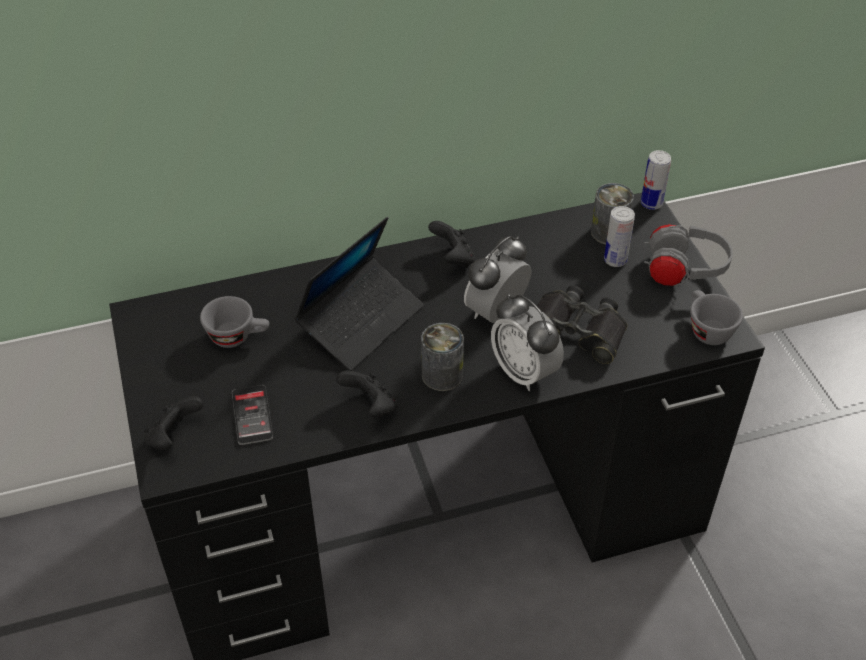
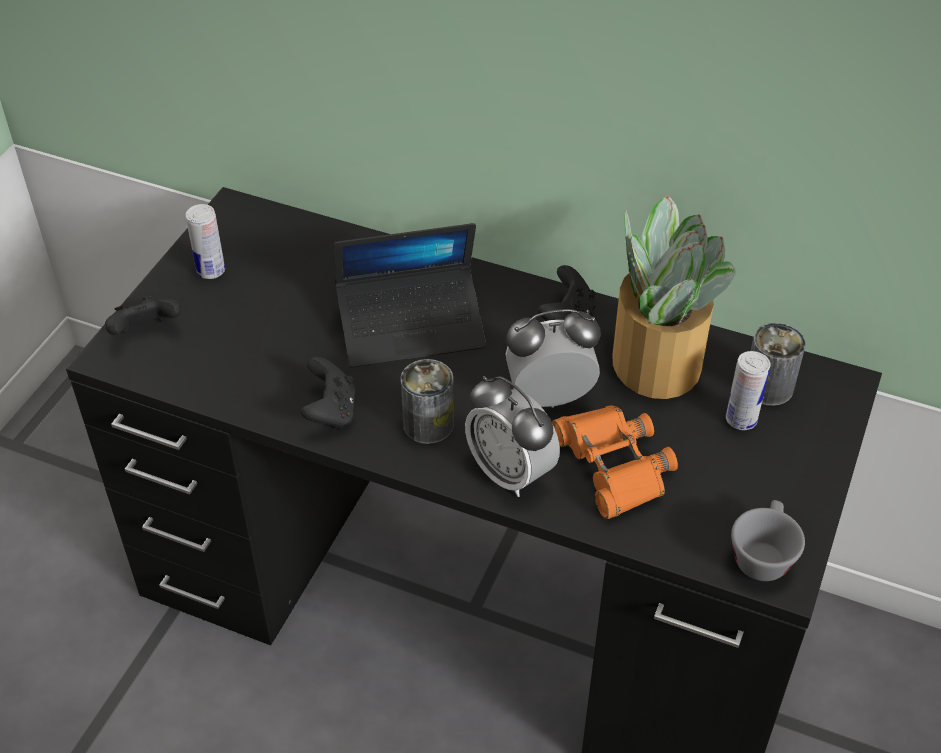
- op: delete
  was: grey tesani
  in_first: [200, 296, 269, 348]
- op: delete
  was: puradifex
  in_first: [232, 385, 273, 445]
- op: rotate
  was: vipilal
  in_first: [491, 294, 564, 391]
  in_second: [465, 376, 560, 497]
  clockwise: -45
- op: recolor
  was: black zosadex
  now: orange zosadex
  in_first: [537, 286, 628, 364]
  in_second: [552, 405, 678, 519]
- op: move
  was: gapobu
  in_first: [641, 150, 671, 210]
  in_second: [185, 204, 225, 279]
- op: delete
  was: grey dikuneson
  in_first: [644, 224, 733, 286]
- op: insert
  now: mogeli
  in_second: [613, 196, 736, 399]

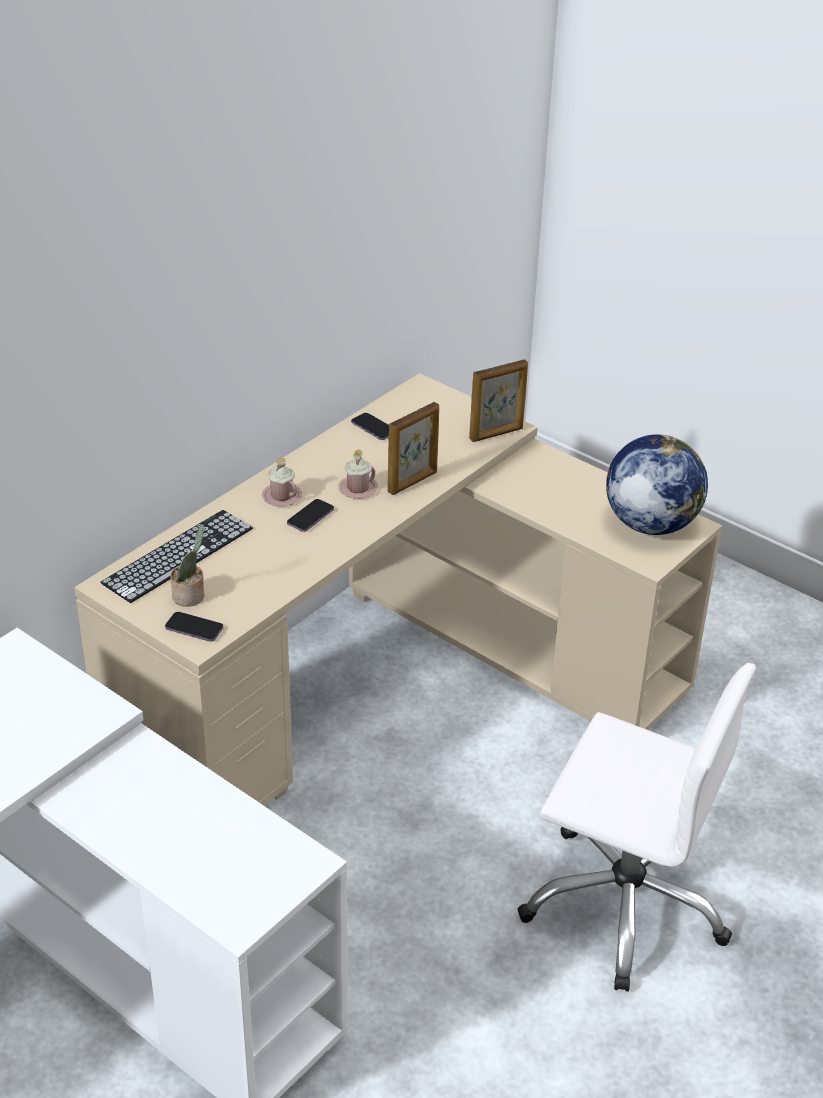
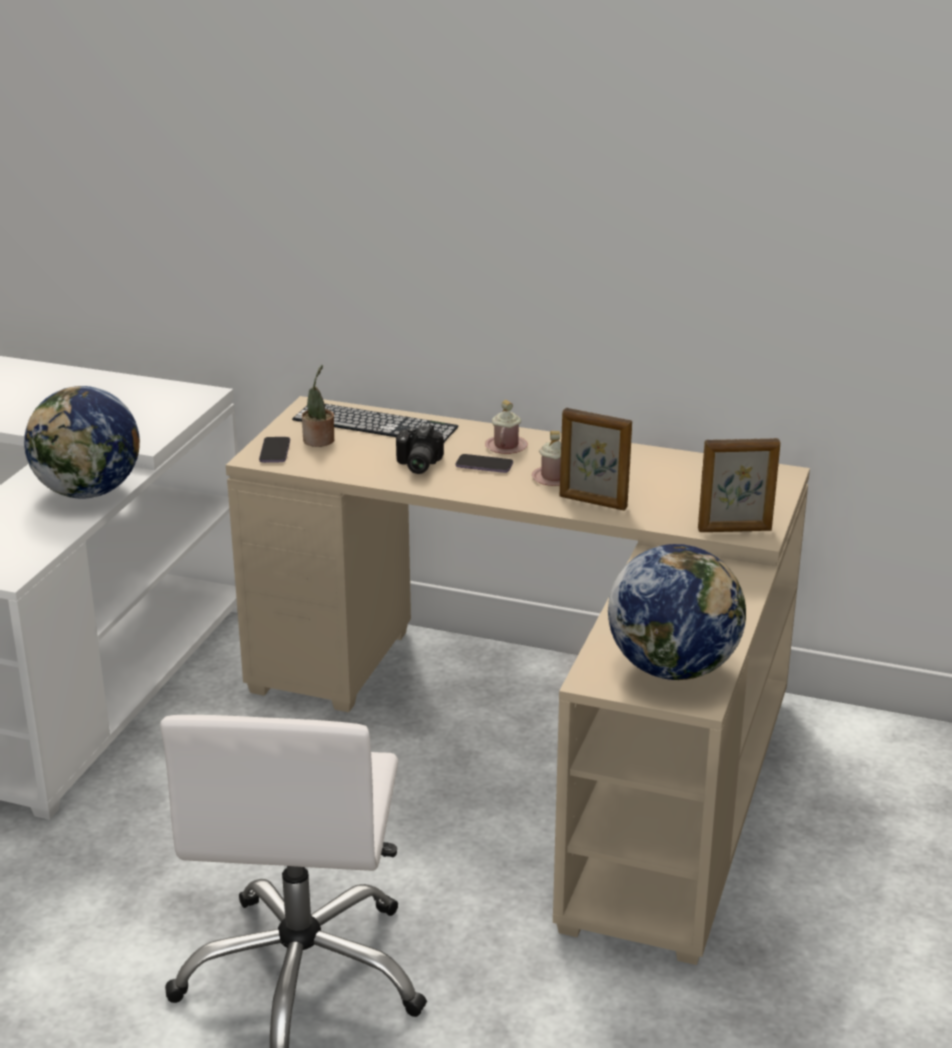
- op: delete
  was: puradifex
  in_first: [351, 413, 389, 440]
- op: rotate
  was: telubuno
  in_first: [469, 359, 528, 442]
  in_second: [698, 438, 780, 532]
  clockwise: -45
- op: insert
  now: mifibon
  in_second: [24, 386, 140, 499]
- op: insert
  now: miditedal
  in_second: [396, 423, 444, 474]

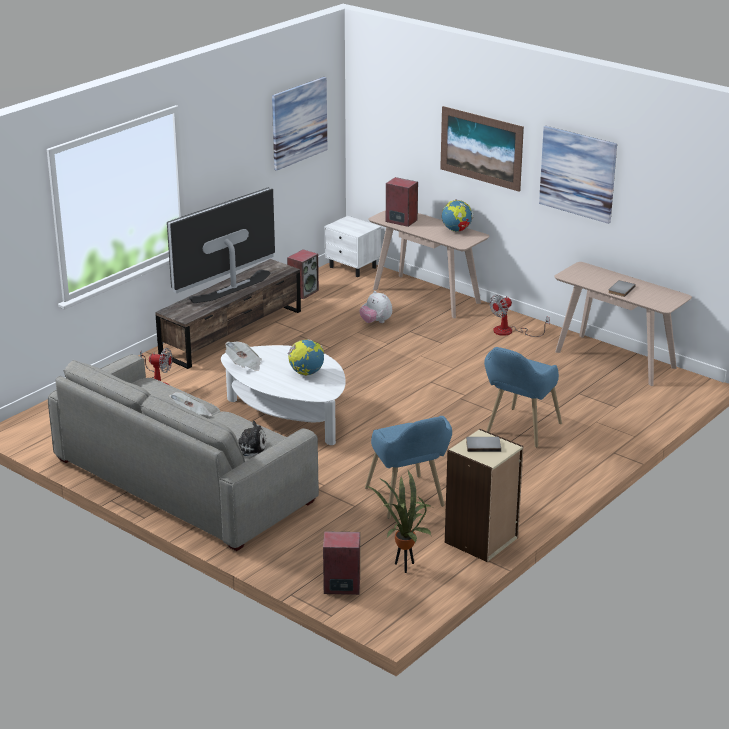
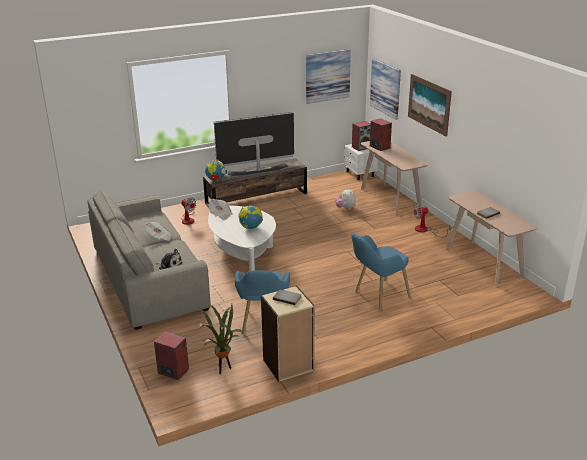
- op: move
  was: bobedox
  in_first: [287, 249, 319, 299]
  in_second: [352, 121, 371, 151]
- op: move
  was: mifibon
  in_first: [442, 199, 474, 232]
  in_second: [205, 159, 227, 181]
- op: move
  was: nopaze
  in_first: [539, 126, 617, 224]
  in_second: [370, 58, 401, 120]

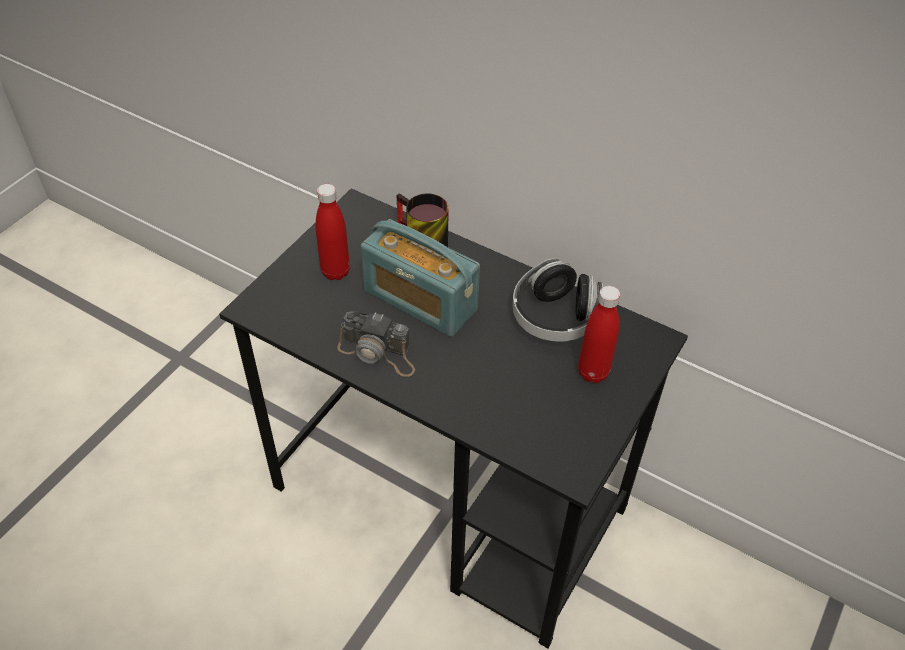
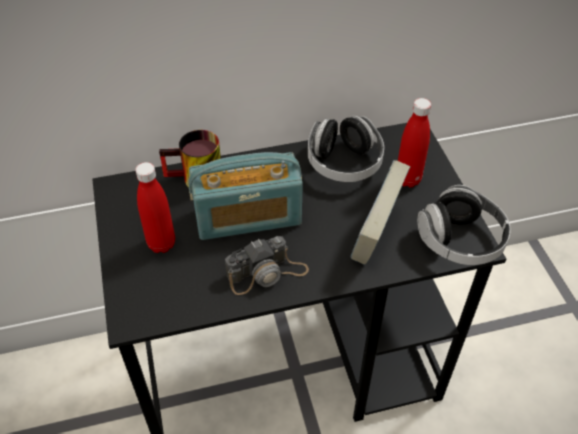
- op: insert
  now: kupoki
  in_second: [350, 160, 410, 265]
- op: insert
  now: dikuneson
  in_second: [417, 185, 510, 265]

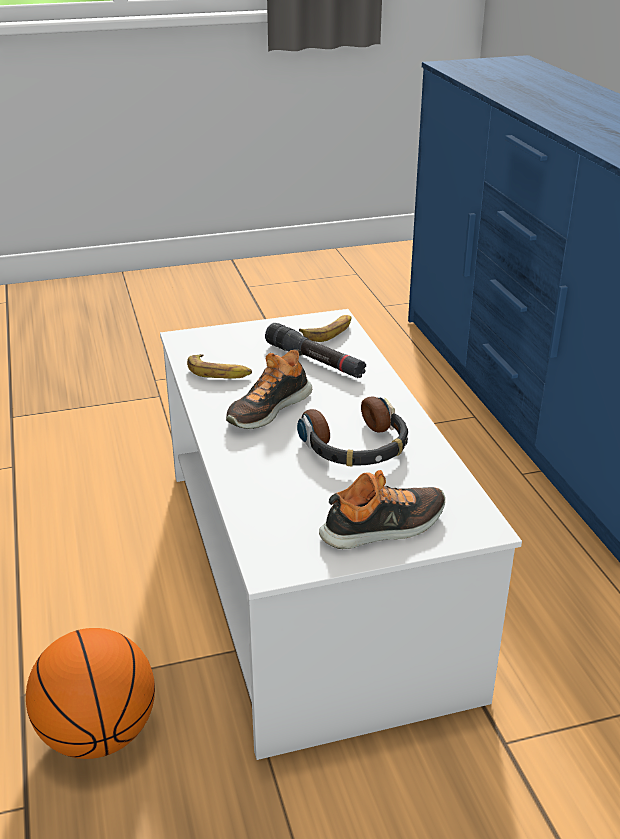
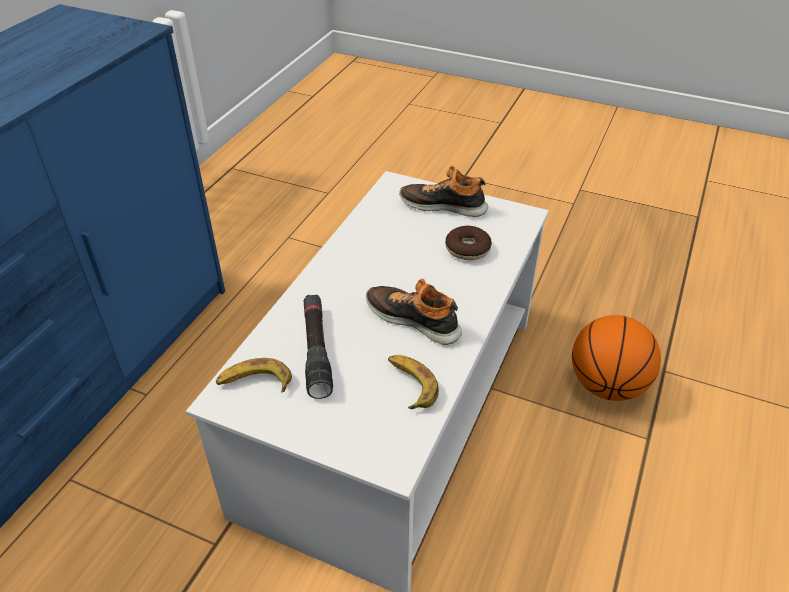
- op: rotate
  was: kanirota
  in_first: [226, 349, 312, 429]
  in_second: [366, 278, 462, 345]
  clockwise: -135
- op: delete
  was: dikuneson
  in_first: [297, 397, 408, 466]
- op: insert
  now: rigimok
  in_second: [445, 226, 492, 260]

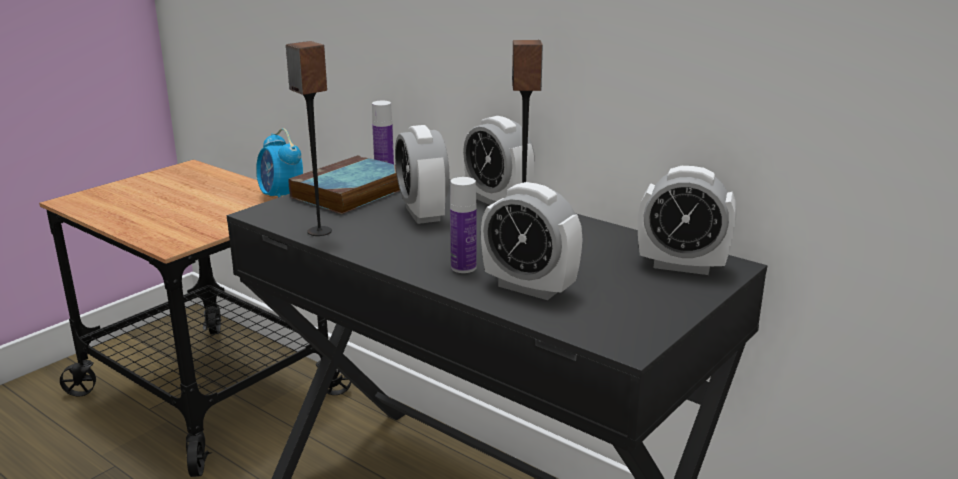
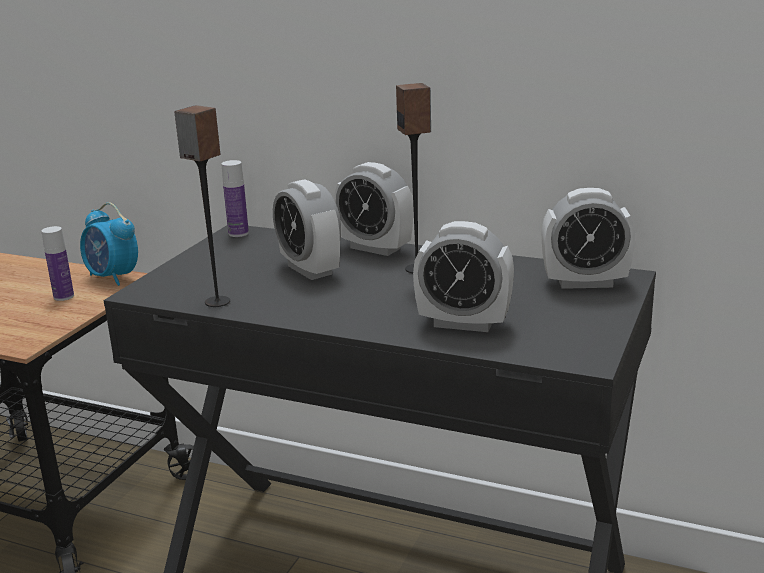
- op: delete
  was: kupoki
  in_first: [288, 155, 400, 214]
- op: move
  was: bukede
  in_first: [450, 177, 477, 273]
  in_second: [41, 226, 74, 301]

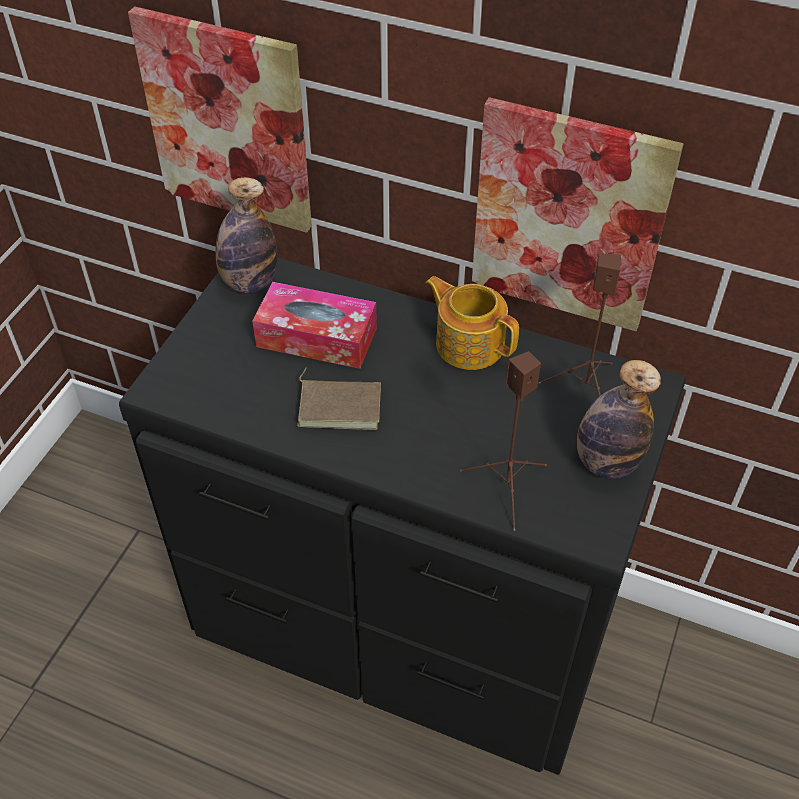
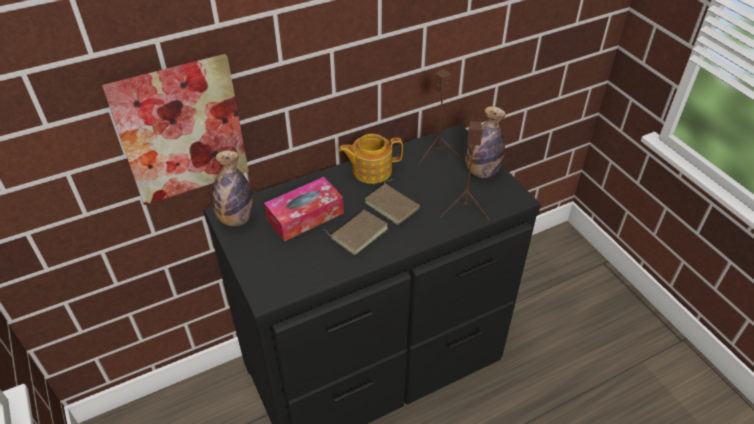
- op: delete
  was: nopaze
  in_first: [472, 97, 683, 331]
- op: insert
  now: brown kupoki
  in_second: [365, 179, 420, 225]

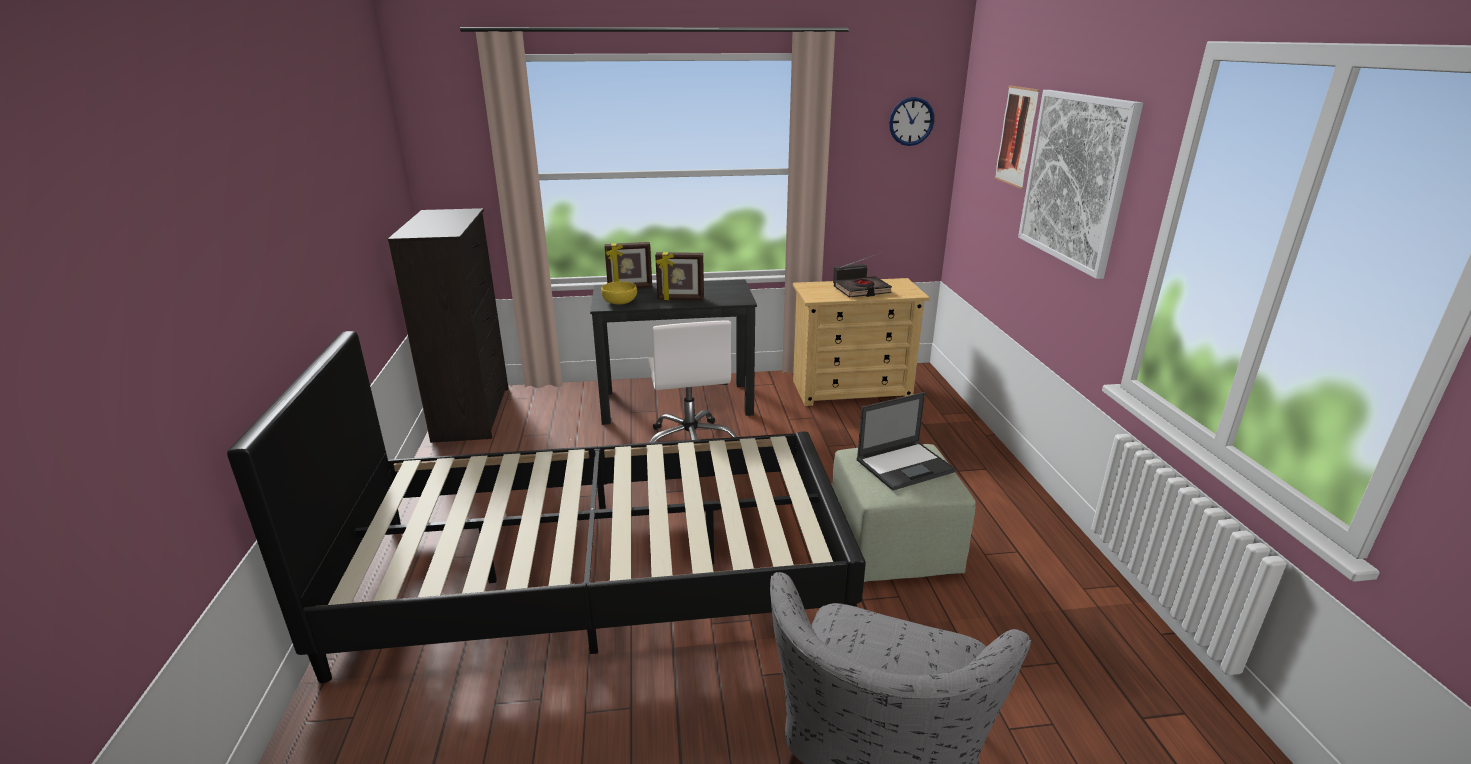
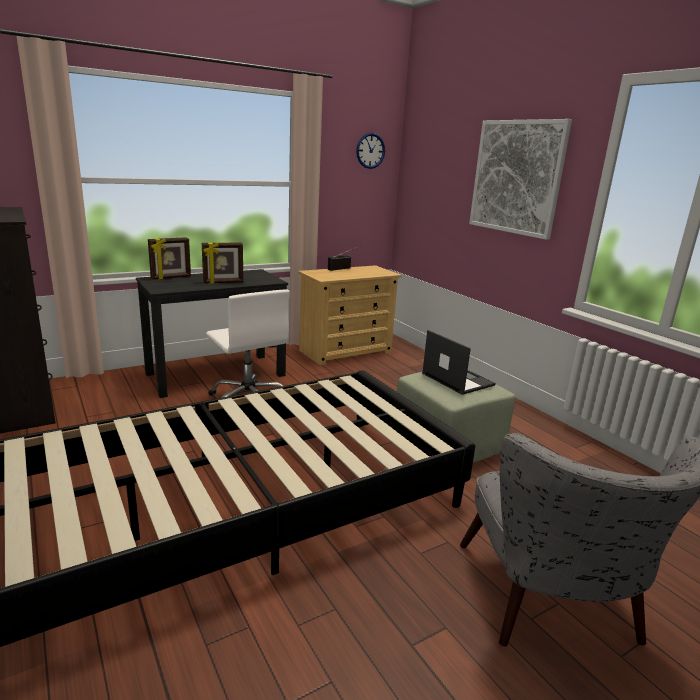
- op: delete
  was: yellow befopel
  in_first: [601, 281, 637, 304]
- op: delete
  was: black kupoki
  in_first: [834, 276, 892, 298]
- op: rotate
  was: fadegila
  in_first: [857, 392, 956, 491]
  in_second: [422, 330, 496, 395]
  clockwise: -75
- op: delete
  was: nopaze
  in_first: [995, 85, 1040, 189]

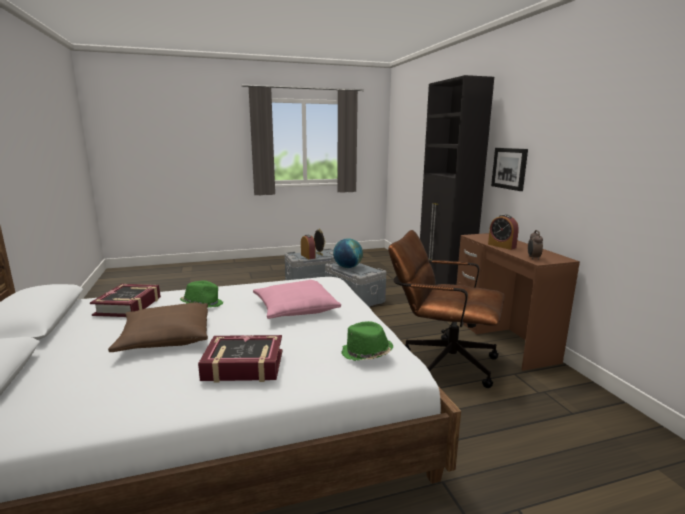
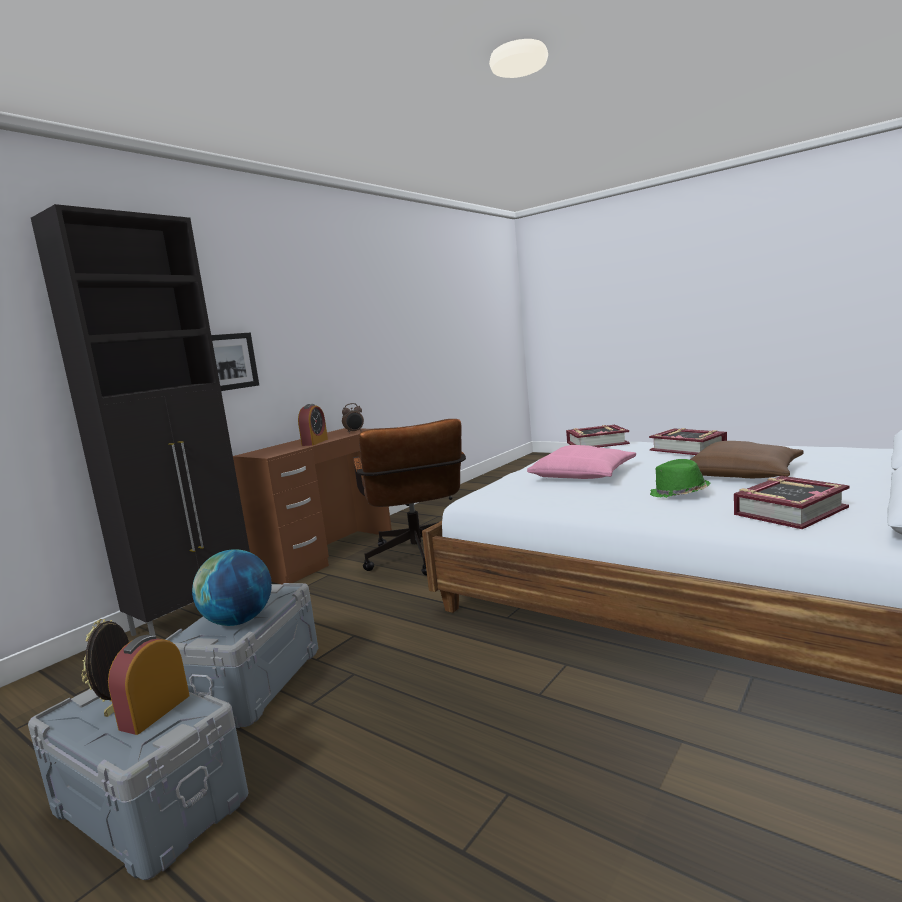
- op: replace
  was: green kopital
  now: kupoki
  in_first: [341, 321, 394, 361]
  in_second: [566, 425, 630, 448]

